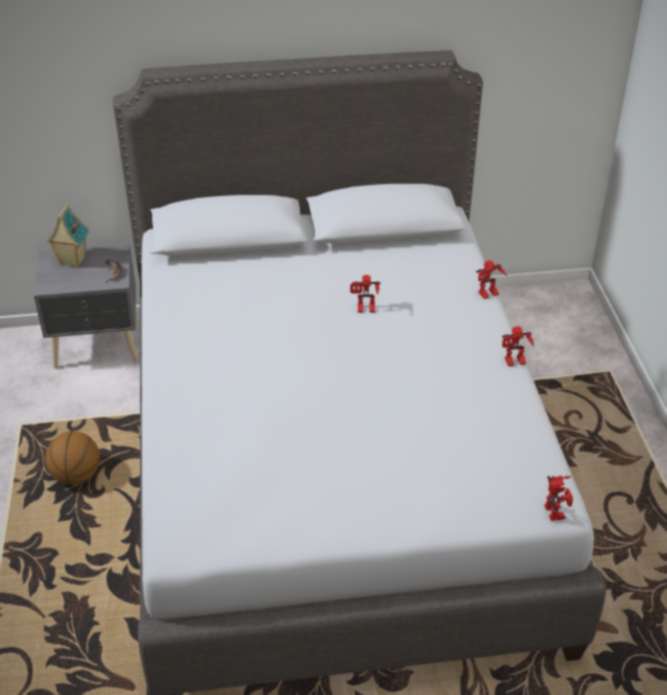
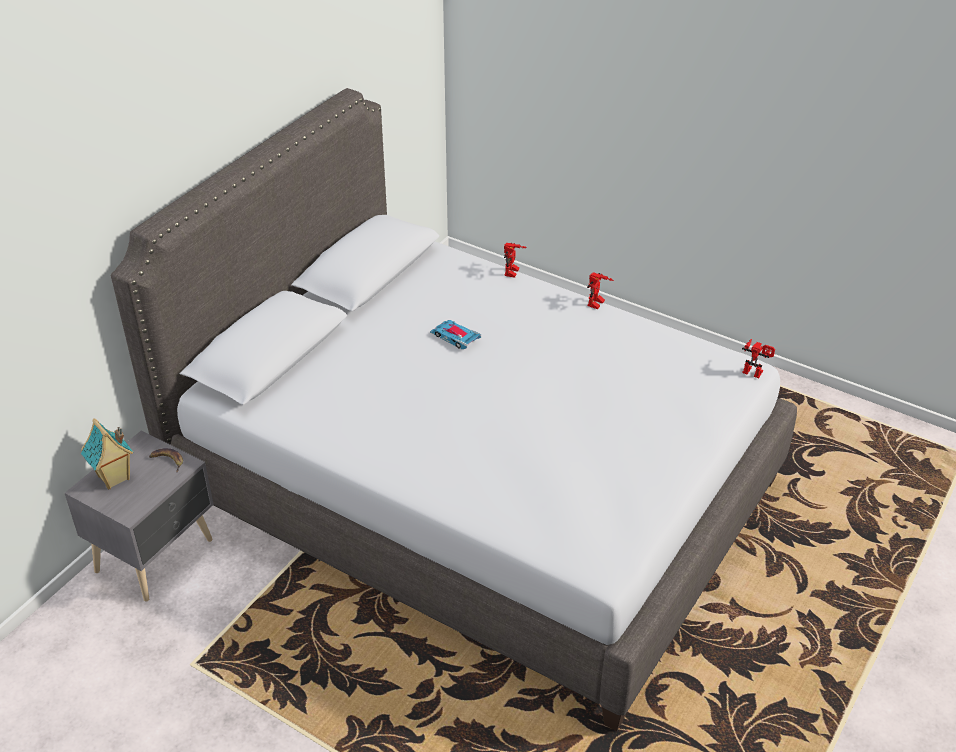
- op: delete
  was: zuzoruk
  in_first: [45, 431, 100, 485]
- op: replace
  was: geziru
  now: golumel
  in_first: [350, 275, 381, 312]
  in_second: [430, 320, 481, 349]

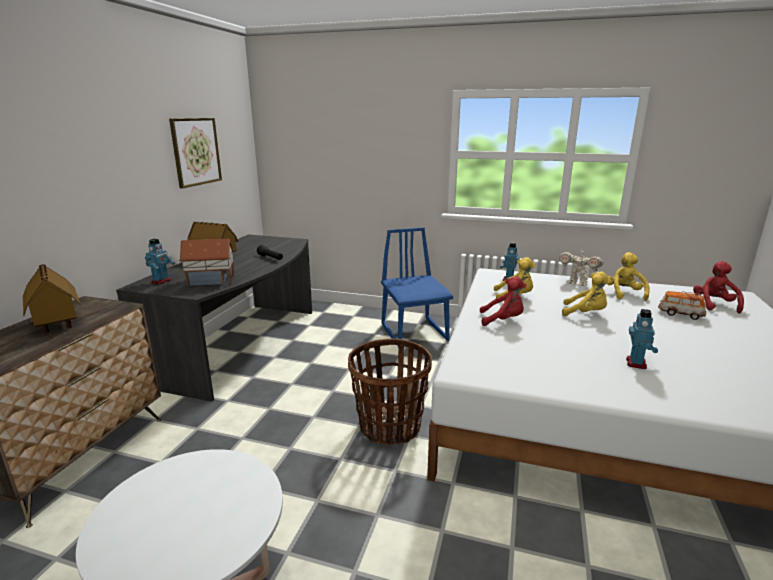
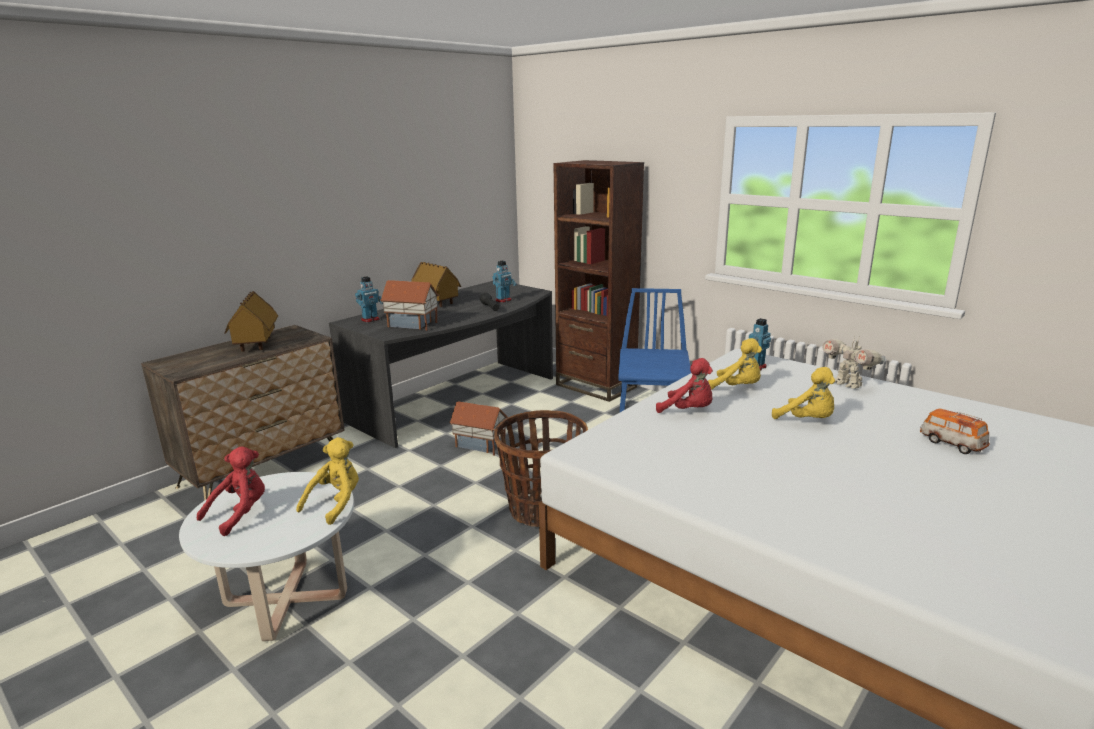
- op: delete
  was: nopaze
  in_first: [169, 118, 222, 188]
- op: move
  was: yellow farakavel
  in_first: [607, 252, 650, 301]
  in_second: [296, 437, 359, 525]
- op: move
  was: geziru
  in_first: [626, 309, 658, 369]
  in_second: [492, 261, 517, 303]
- op: move
  was: red farakavel
  in_first: [693, 261, 744, 314]
  in_second: [197, 446, 265, 536]
- op: insert
  now: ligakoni
  in_second: [449, 401, 508, 455]
- op: insert
  now: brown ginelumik
  in_second: [553, 160, 644, 402]

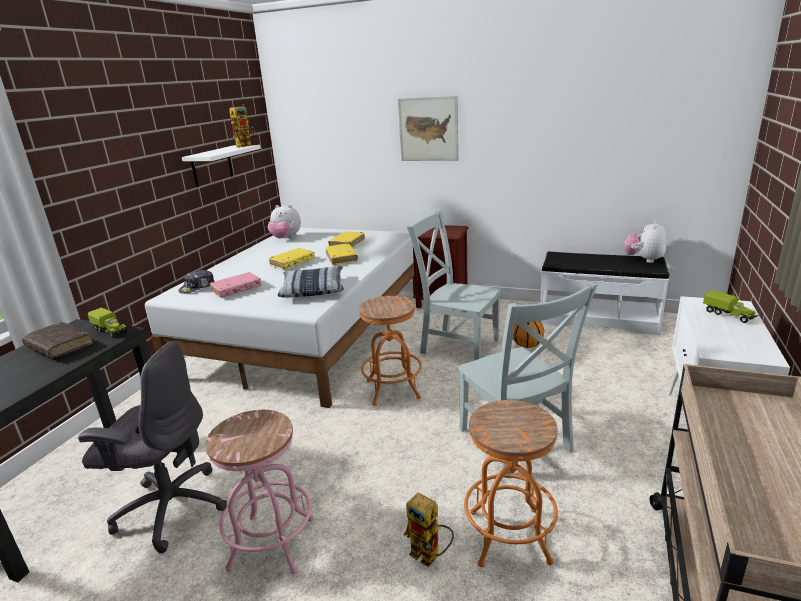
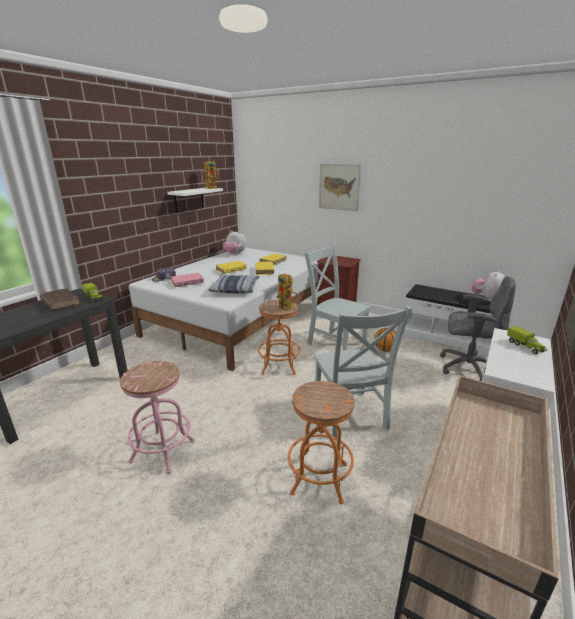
- op: move
  was: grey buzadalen
  in_first: [78, 341, 227, 553]
  in_second: [440, 276, 516, 381]
- op: move
  was: geziru
  in_first: [404, 492, 454, 567]
  in_second: [276, 273, 300, 311]

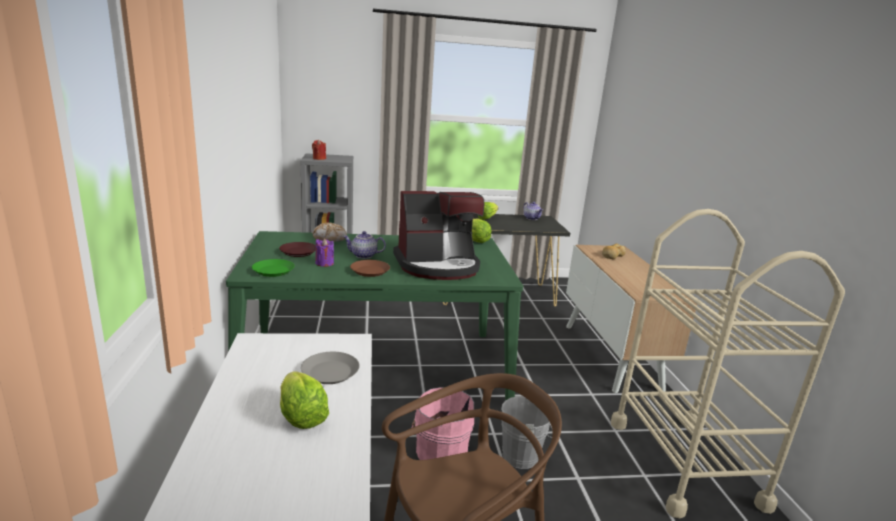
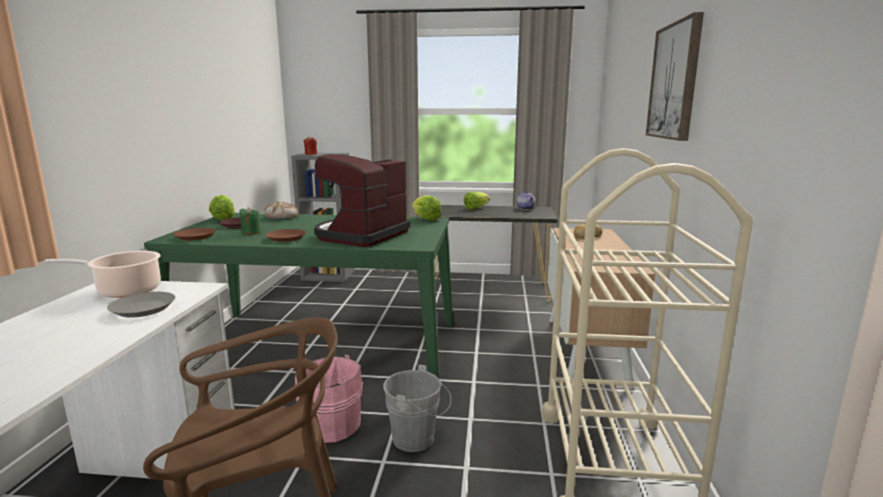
- op: recolor
  was: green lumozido
  now: brown lumozido
  in_first: [252, 259, 295, 277]
  in_second: [173, 228, 216, 241]
- op: move
  was: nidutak
  in_first: [280, 371, 329, 429]
  in_second: [209, 195, 235, 220]
- op: recolor
  was: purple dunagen
  now: green dunagen
  in_first: [315, 239, 334, 267]
  in_second: [239, 207, 260, 235]
- op: delete
  was: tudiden
  in_first: [343, 231, 386, 259]
- op: rotate
  was: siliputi
  in_first: [393, 191, 484, 280]
  in_second: [314, 154, 410, 247]
  clockwise: 120
- op: insert
  now: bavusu
  in_second: [44, 251, 161, 298]
- op: insert
  now: nopaze
  in_second: [646, 12, 704, 141]

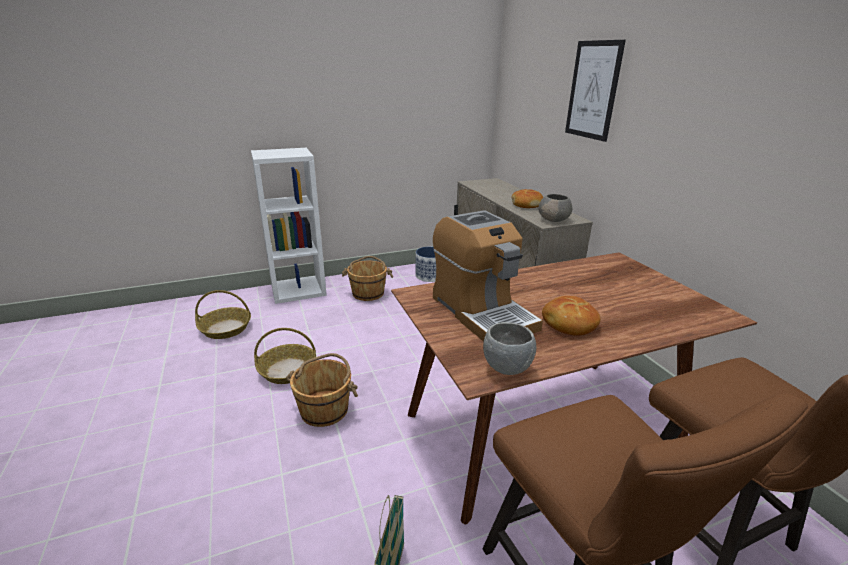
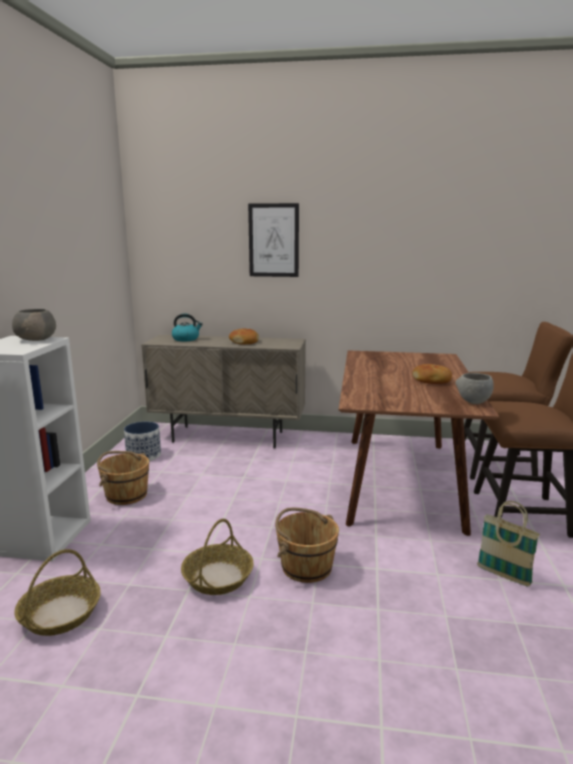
- op: delete
  was: siliputi
  in_first: [433, 210, 543, 342]
- op: move
  was: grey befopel
  in_first: [538, 194, 572, 222]
  in_second: [12, 309, 56, 341]
- op: insert
  now: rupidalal
  in_second: [172, 314, 203, 341]

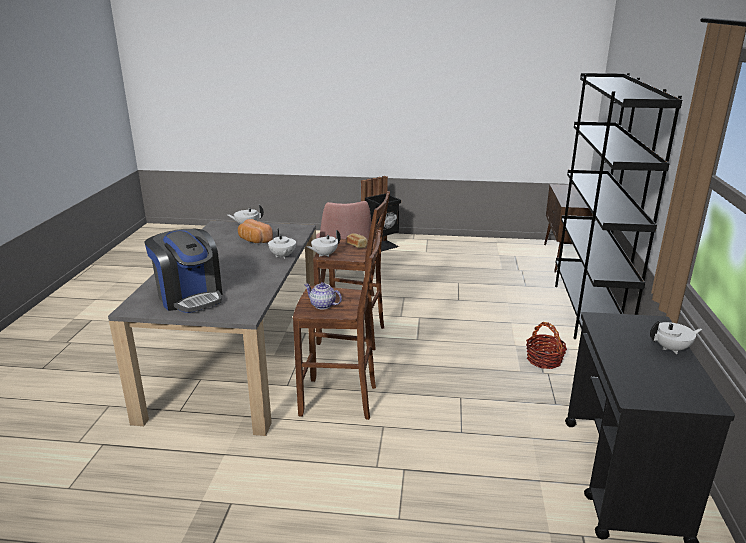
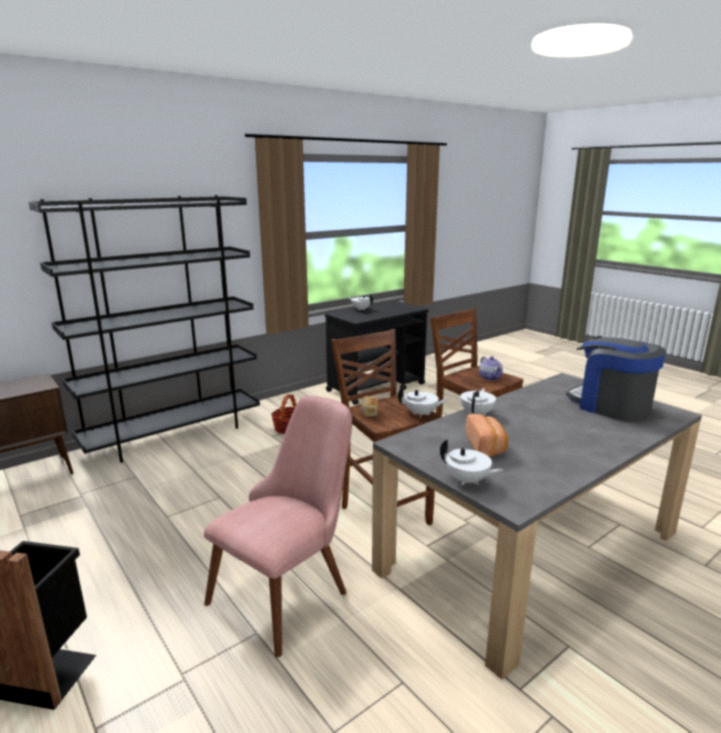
- op: rotate
  was: siliputi
  in_first: [144, 229, 223, 313]
  in_second: [566, 336, 666, 421]
  clockwise: -45

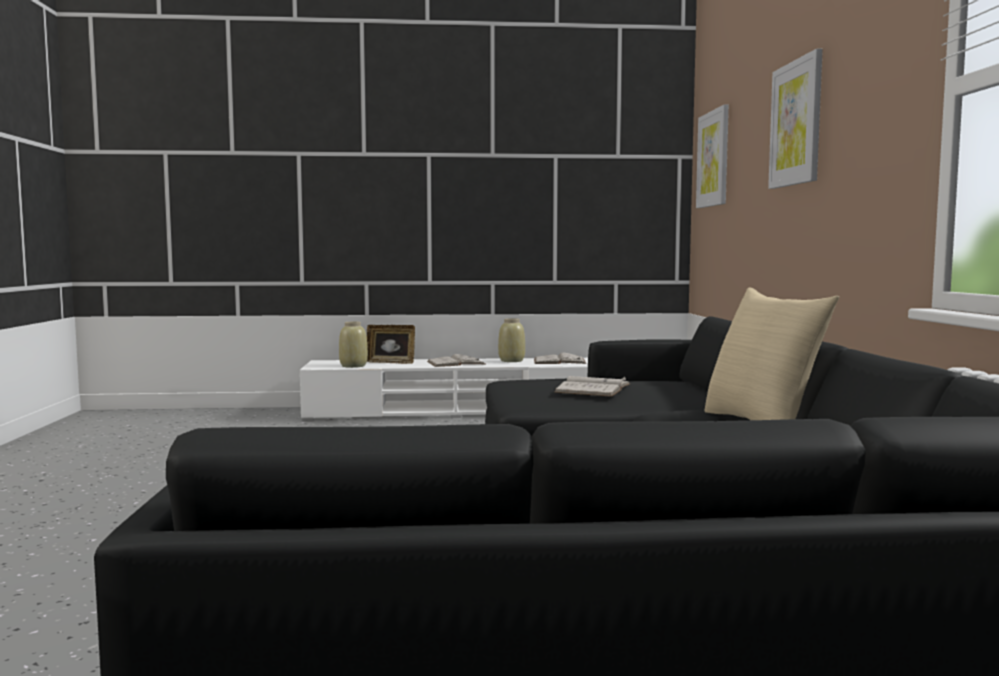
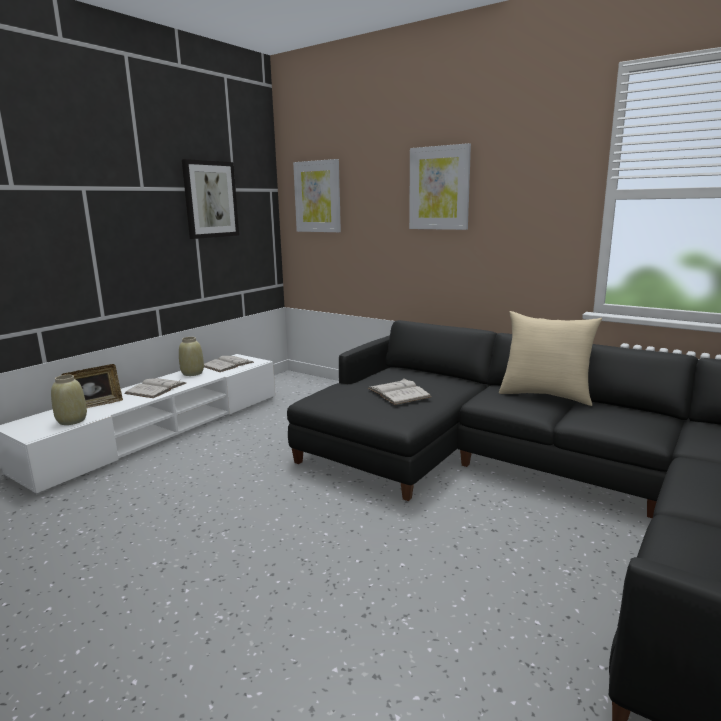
- op: insert
  now: nopaze
  in_second: [182, 159, 239, 239]

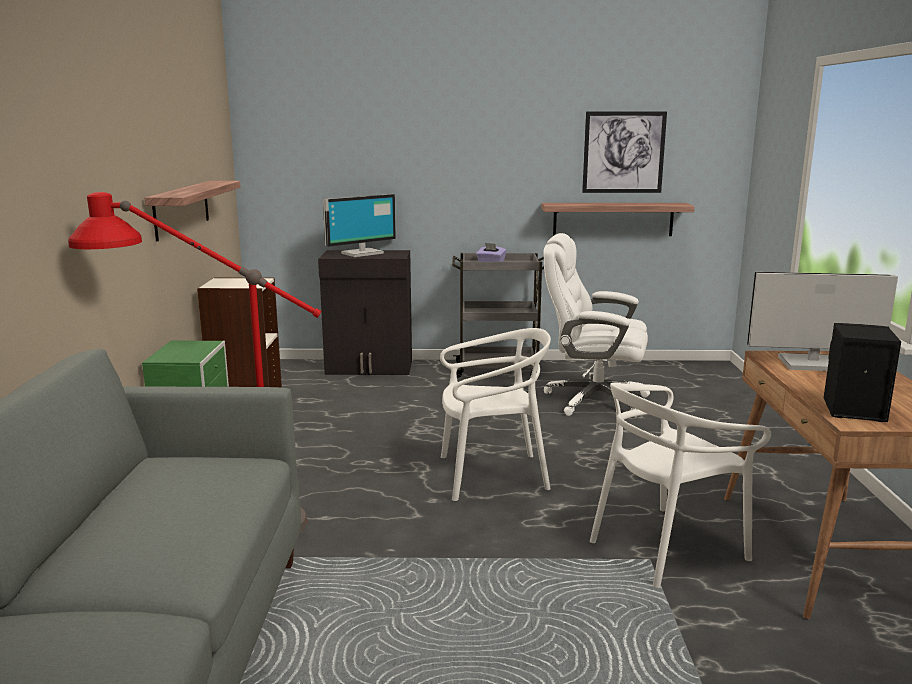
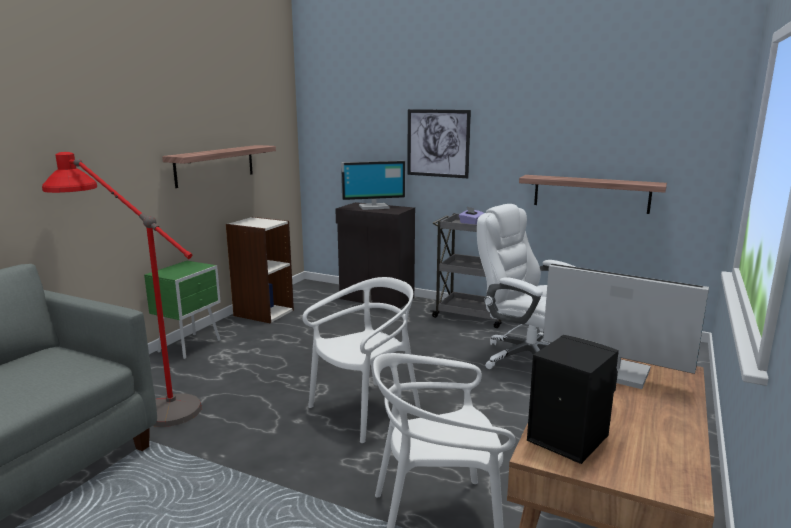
- op: rotate
  was: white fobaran
  in_first: [440, 328, 551, 501]
  in_second: [302, 277, 420, 443]
  clockwise: -60
- op: move
  was: nopaze
  in_first: [582, 111, 667, 193]
  in_second: [407, 109, 471, 178]

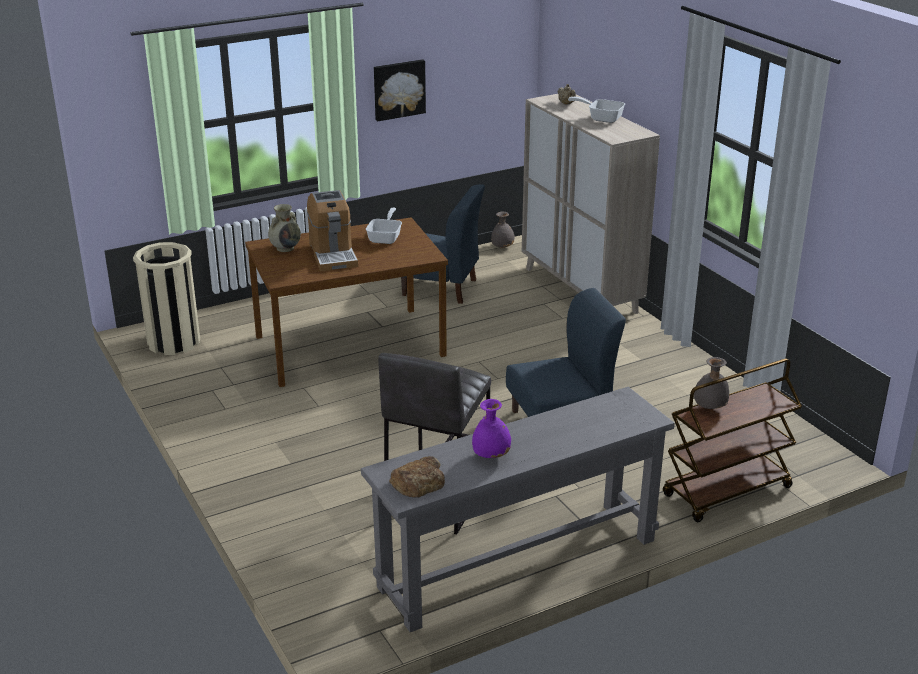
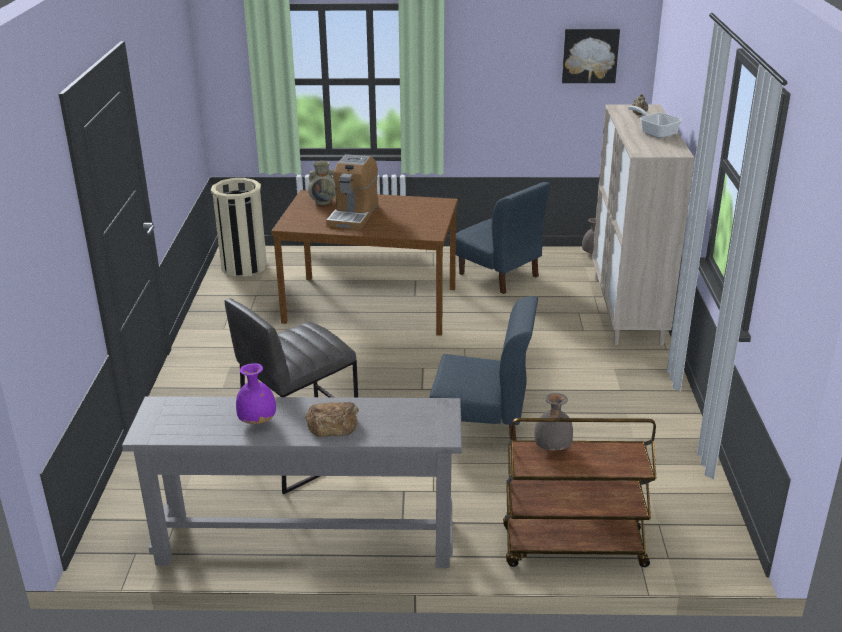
- op: delete
  was: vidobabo
  in_first: [366, 208, 402, 244]
- op: move
  was: nopaze
  in_first: [374, 59, 426, 121]
  in_second: [562, 29, 620, 83]
- op: move
  was: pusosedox
  in_first: [389, 456, 445, 498]
  in_second: [305, 402, 359, 437]

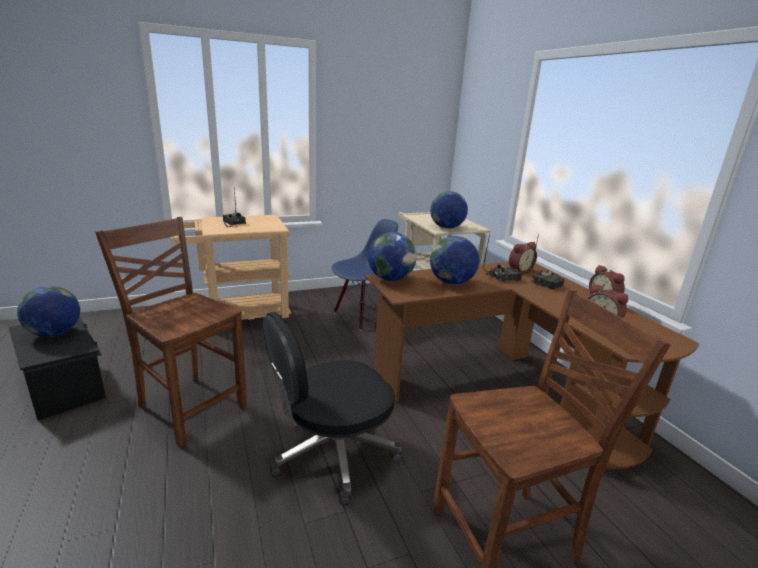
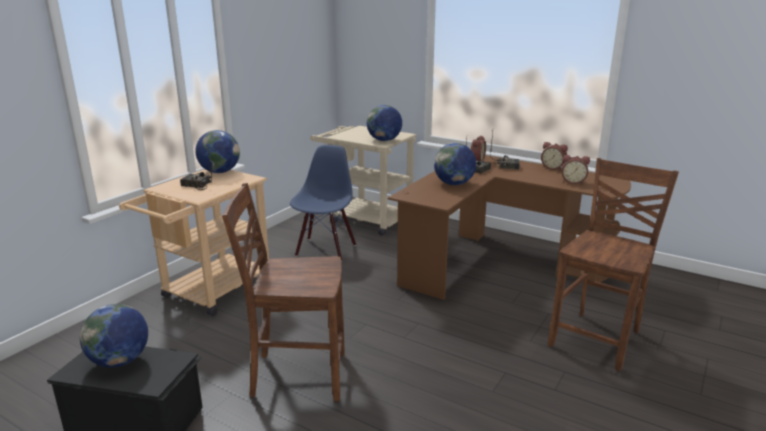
- op: delete
  was: black buzadalen
  in_first: [263, 312, 402, 505]
- op: move
  was: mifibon
  in_first: [368, 232, 417, 281]
  in_second: [195, 130, 240, 173]

